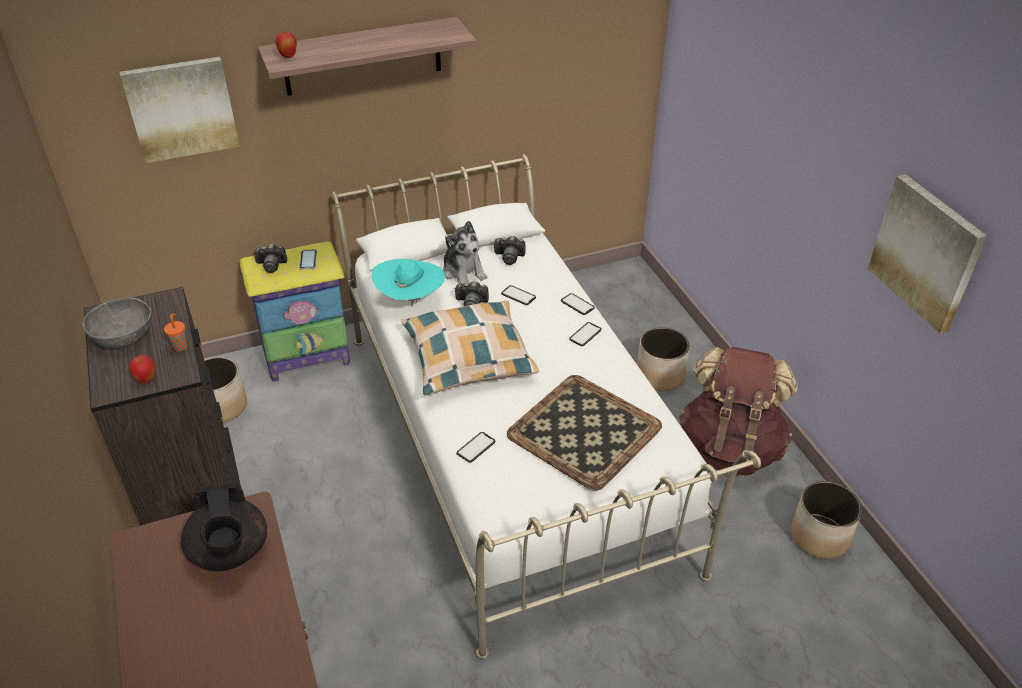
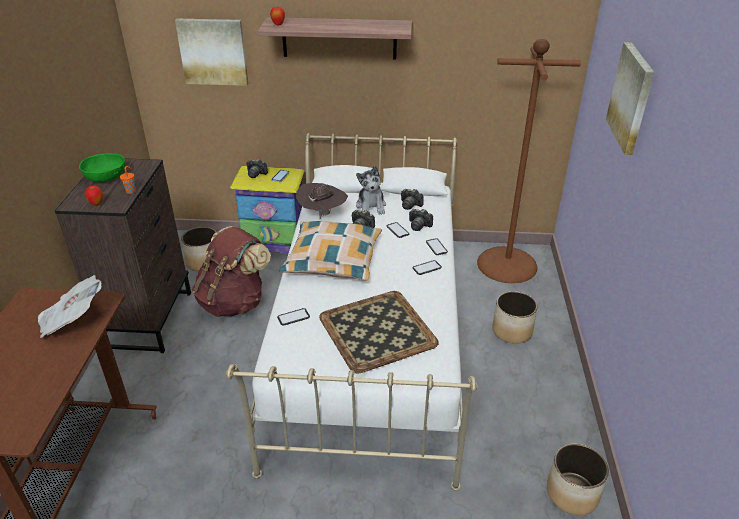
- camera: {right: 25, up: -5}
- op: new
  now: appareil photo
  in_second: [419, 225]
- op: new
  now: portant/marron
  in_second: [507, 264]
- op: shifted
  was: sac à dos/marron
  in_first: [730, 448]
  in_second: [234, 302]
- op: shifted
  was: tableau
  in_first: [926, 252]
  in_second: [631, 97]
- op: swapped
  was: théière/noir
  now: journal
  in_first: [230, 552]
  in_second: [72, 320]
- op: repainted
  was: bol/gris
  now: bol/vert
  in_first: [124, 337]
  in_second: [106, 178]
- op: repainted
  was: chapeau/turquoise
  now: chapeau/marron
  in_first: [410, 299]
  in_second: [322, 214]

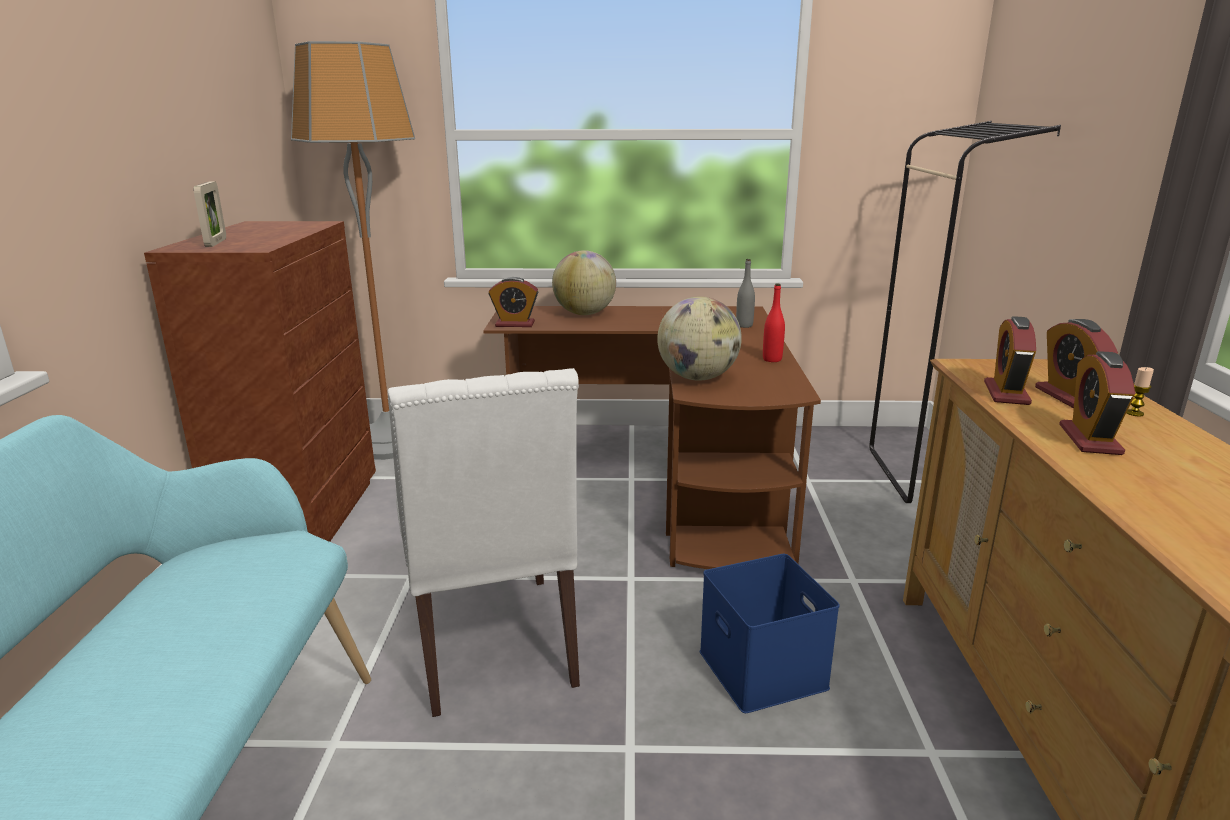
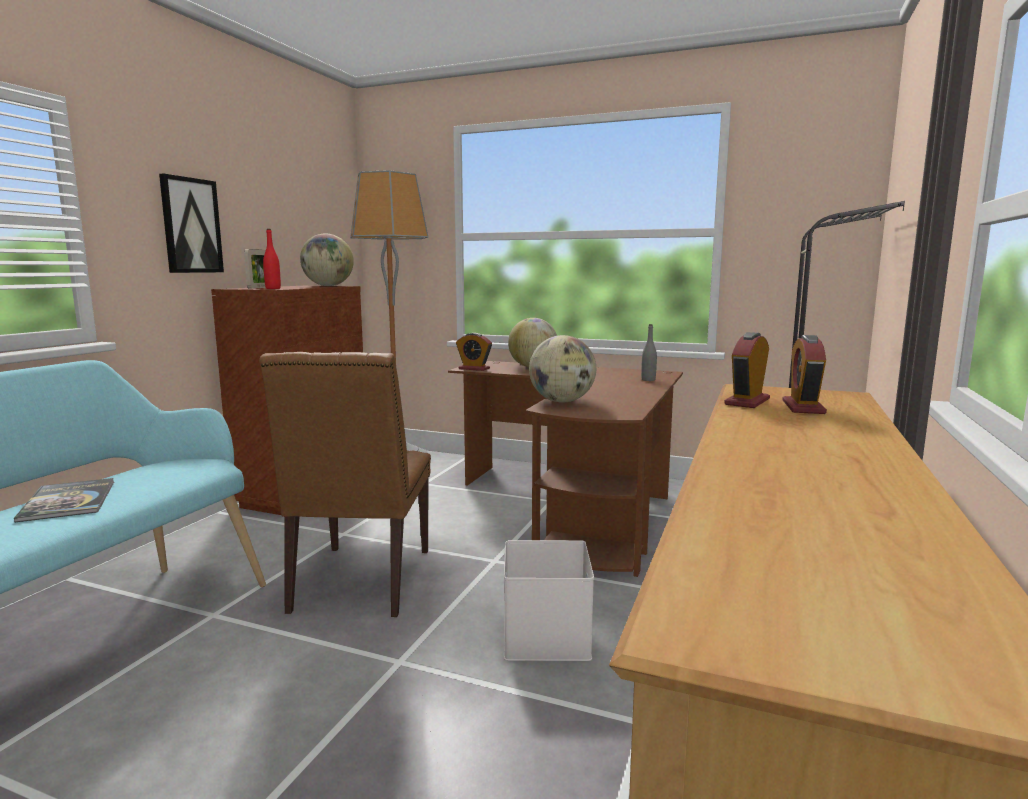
- camera: {right: 20, up: -10}
- op: gone
  was: réveil
  in_first: [1090, 440]
- op: gone
  was: bougie
  in_first: [1134, 413]
- op: new
  now: livre
  in_second: [68, 501]
- op: new
  now: tableau
  in_second: [191, 225]
- op: new
  now: globe
  in_second: [328, 286]
- op: shifted
  was: bouteille/rouge
  in_first: [772, 359]
  in_second: [273, 288]
- op: repainted
  was: chaise/blanc
  now: chaise/marron
  in_first: [492, 640]
  in_second: [362, 579]
- op: repainted
  was: boîte de rangement/bleu
  now: boîte de rangement/blanc
  in_first: [765, 670]
  in_second: [548, 637]

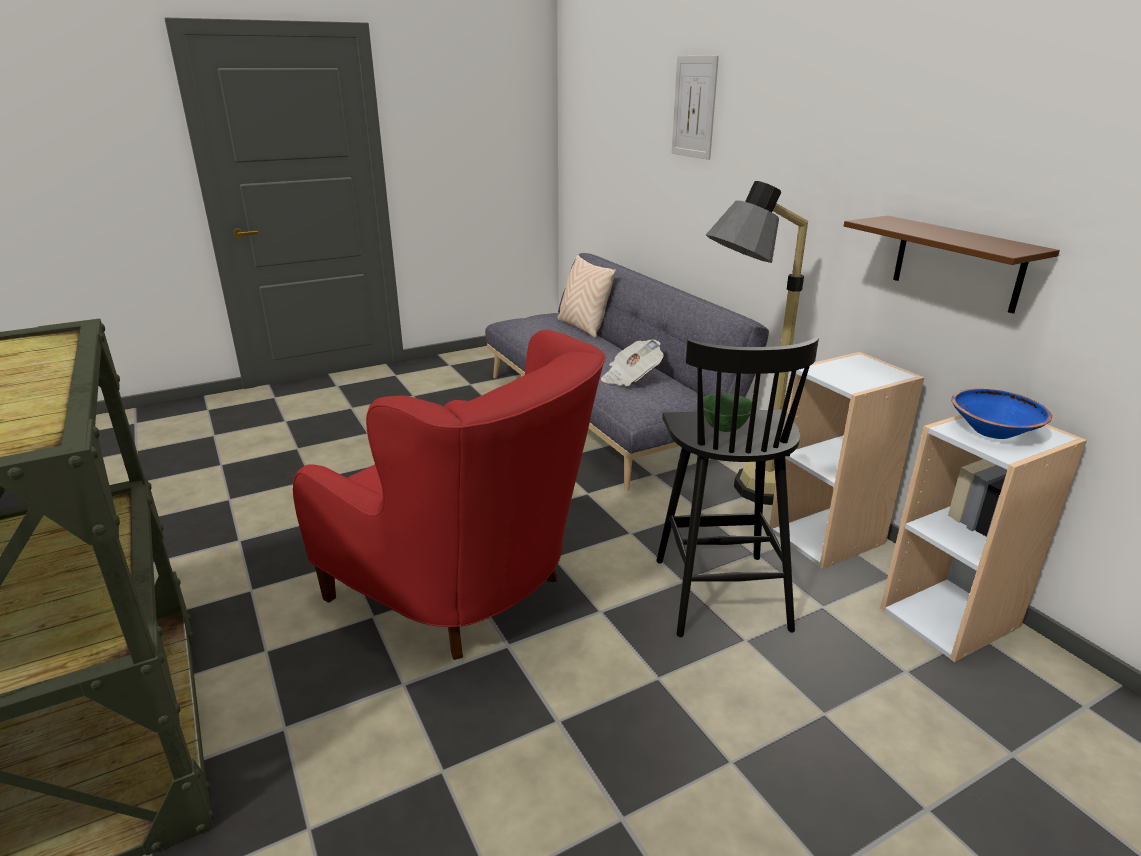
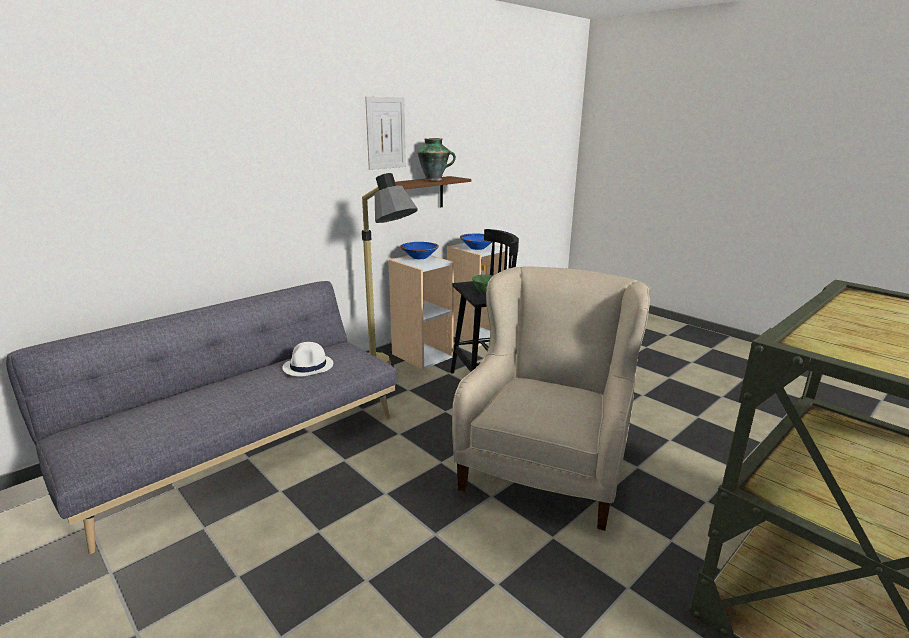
- camera: {right: -105, up: -5}
- op: gone
  was: coussin/beige
  in_first: [583, 327]
- op: new
  now: bol/bleu
  in_second: [419, 257]
- op: new
  now: vase
  in_second: [434, 179]
- op: shifted
  was: tableau
  in_first: [694, 107]
  in_second: [386, 133]
- op: swapped
  was: journal
  now: chapeau/blanc
  in_first: [630, 378]
  in_second: [308, 366]
- op: repainted
  was: fauteuil/rouge
  now: fauteuil/beige
  in_first: [466, 593]
  in_second: [546, 463]

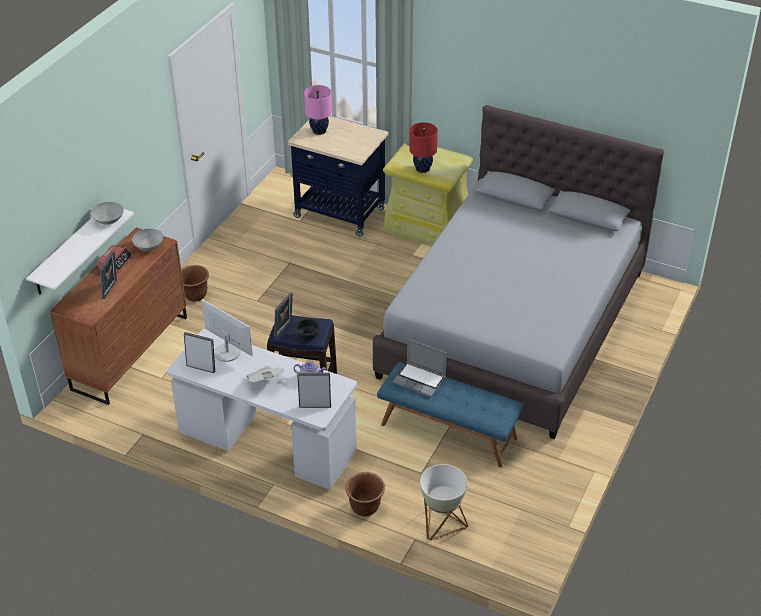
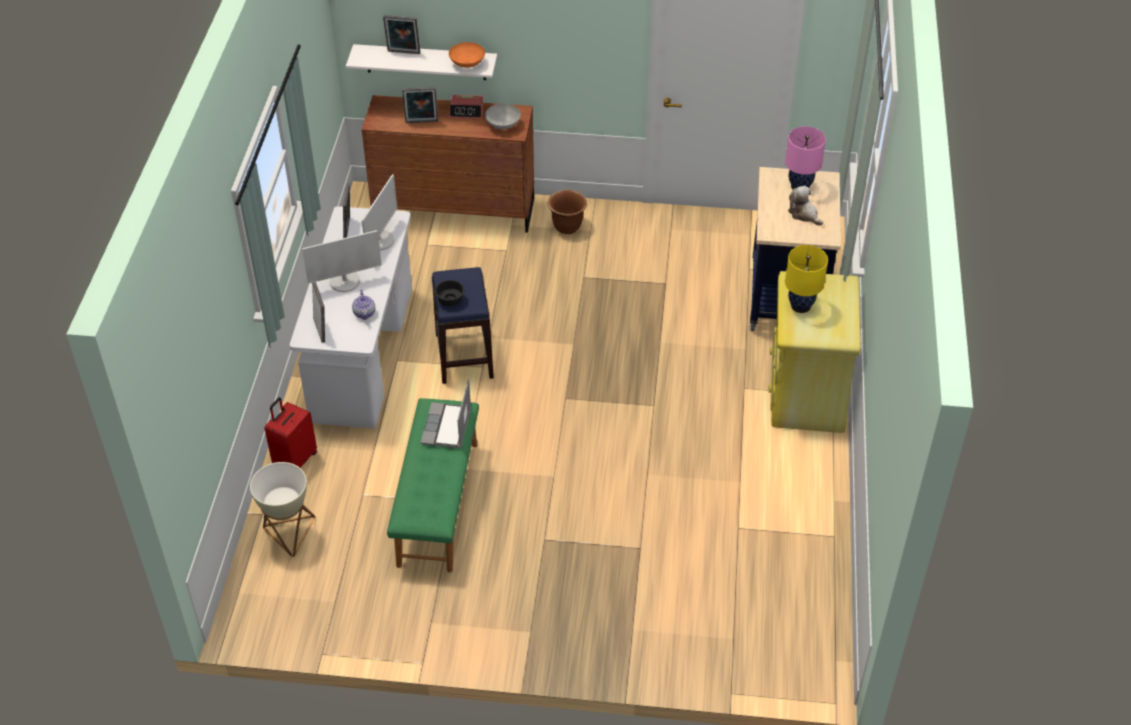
- camera: {right: 70, up: 5}
- op: gone
  was: lit/gris
  in_first: [514, 323]
- op: new
  now: peluche
  in_second: [804, 214]
- op: shifted
  was: cadre photo
  in_first: [284, 329]
  in_second: [403, 53]
- op: swapped
  was: journal
  now: écran d'ordinateur
  in_first: [265, 381]
  in_second: [345, 281]
- op: swapped
  was: cache-pot/marron
  now: valise/rouge
  in_first: [365, 507]
  in_second: [295, 460]
- op: repainted
  was: bol/gris
  now: bol/orange
  in_first: [109, 221]
  in_second: [467, 64]
- op: repainted
  was: banc/bleu
  now: banc/vert
  in_first: [449, 431]
  in_second: [439, 503]
- op: repainted
  was: lampe de table/rouge
  now: lampe de table/jaune
  in_first: [422, 168]
  in_second: [800, 306]

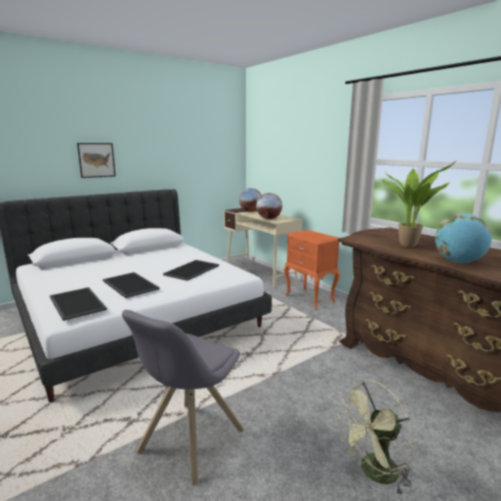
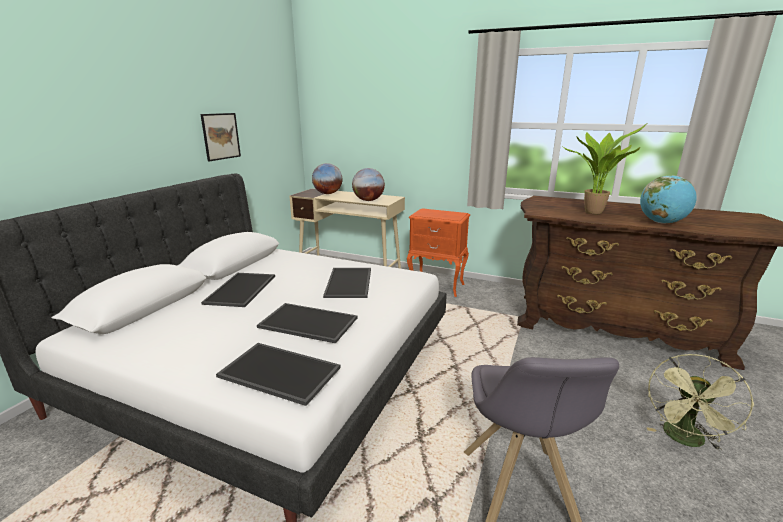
- camera: {right: -30, up: 5}
- op: new
  now: plateau
  in_second: [242, 290]
- op: shifted
  was: tableau
  in_first: [96, 160]
  in_second: [221, 136]

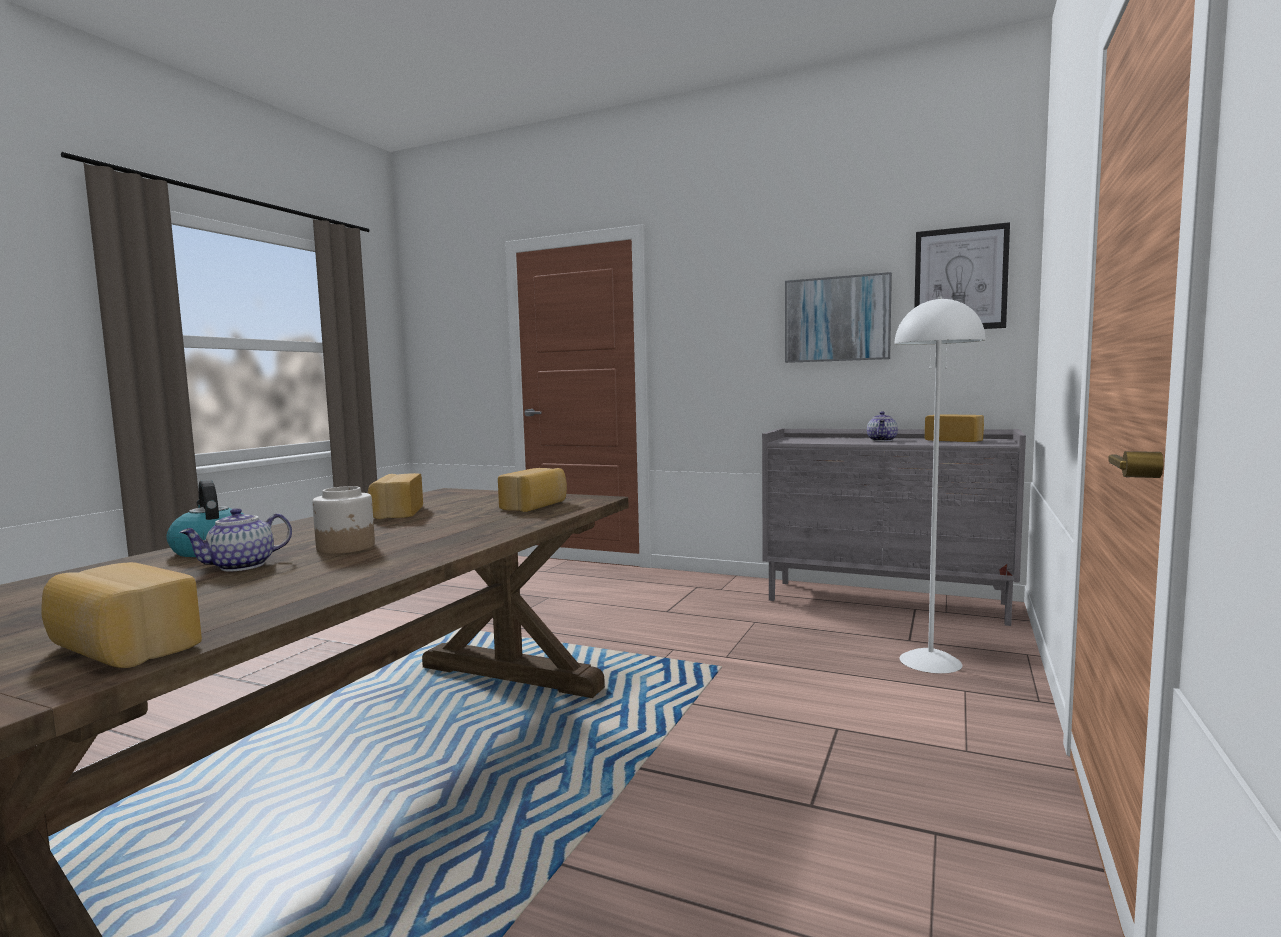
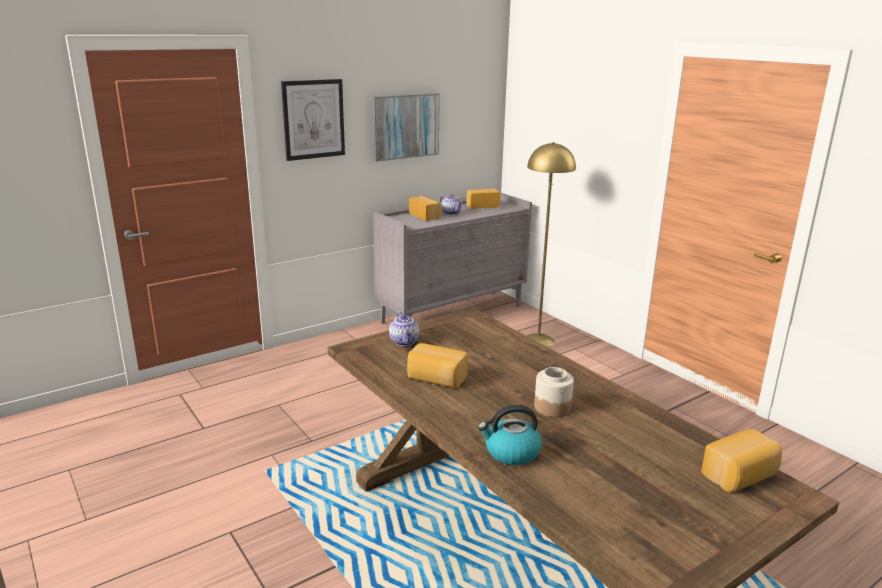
- camera: {right: -60, up: 15}
- op: shifted
  was: théière
  in_first: [241, 566]
  in_second: [405, 342]
- op: shifted
  was: pain
  in_first: [535, 506]
  in_second: [425, 216]
- op: shifted
  was: tableau
  in_first: [960, 279]
  in_second: [313, 119]
- op: repainted
  was: lampadaire/blanc
  now: lampadaire/jaune
  in_first: [930, 661]
  in_second: [538, 341]

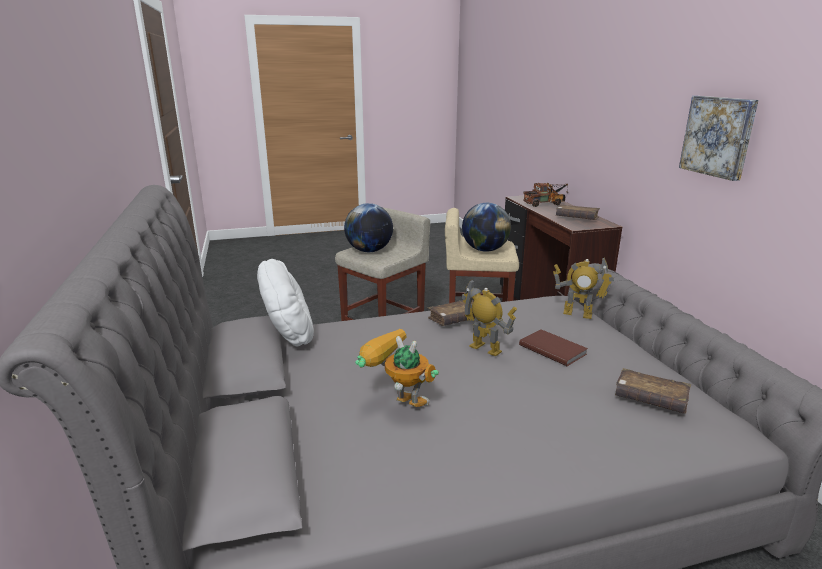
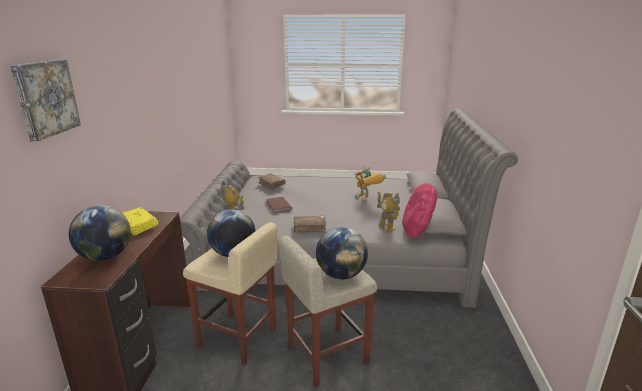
- camera: {right: -160, up: 0}
- op: shifted
  was: robot jouet
  in_first: [485, 349]
  in_second: [386, 227]
- op: shifted
  was: tableau
  in_first: [719, 136]
  in_second: [45, 98]
- op: swapped
  was: camion jouet
  now: globe
  in_first: [546, 204]
  in_second: [105, 257]
- op: repainted
  was: coussin/blanc
  now: coussin/rose
  in_first: [289, 339]
  in_second: [417, 232]
- op: repainted
  was: livre/marron
  now: livre/jaune
  in_first: [576, 218]
  in_second: [139, 225]

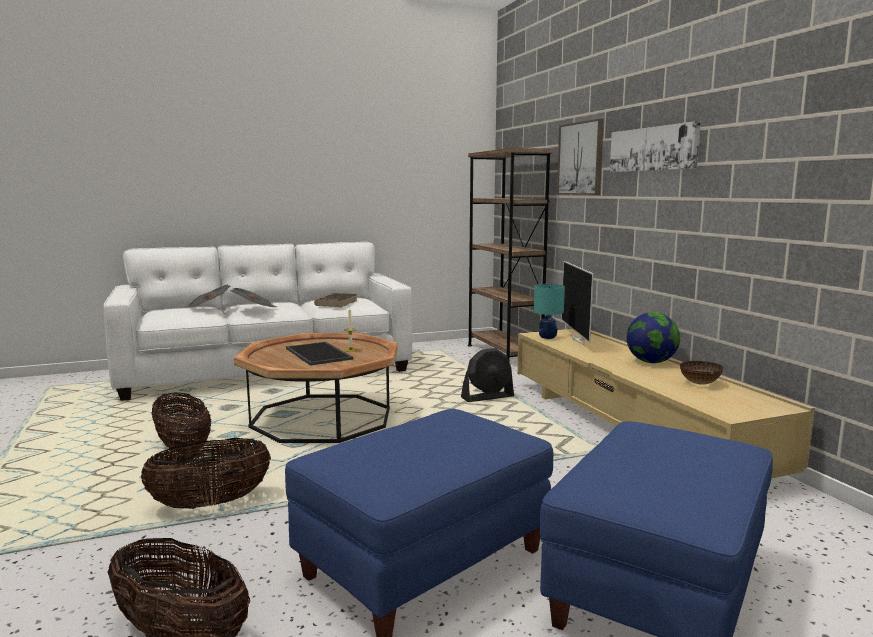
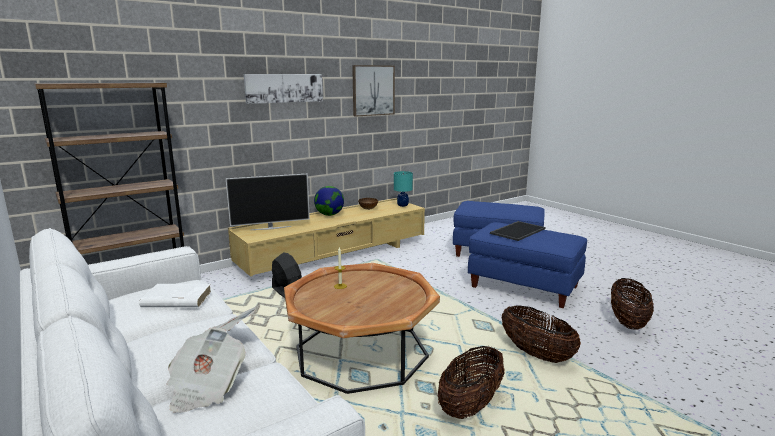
- camera: {right: -105, up: 5}
- op: shifted
  was: plateau
  in_first: [320, 354]
  in_second: [517, 231]
- op: shifted
  was: lampe de table/turquoise
  in_first: [546, 337]
  in_second: [402, 206]
- op: shifted
  was: tableau
  in_first: [581, 158]
  in_second: [373, 90]
- op: repainted
  was: livre/marron
  now: livre/blanc
  in_first: [336, 303]
  in_second: [176, 299]

